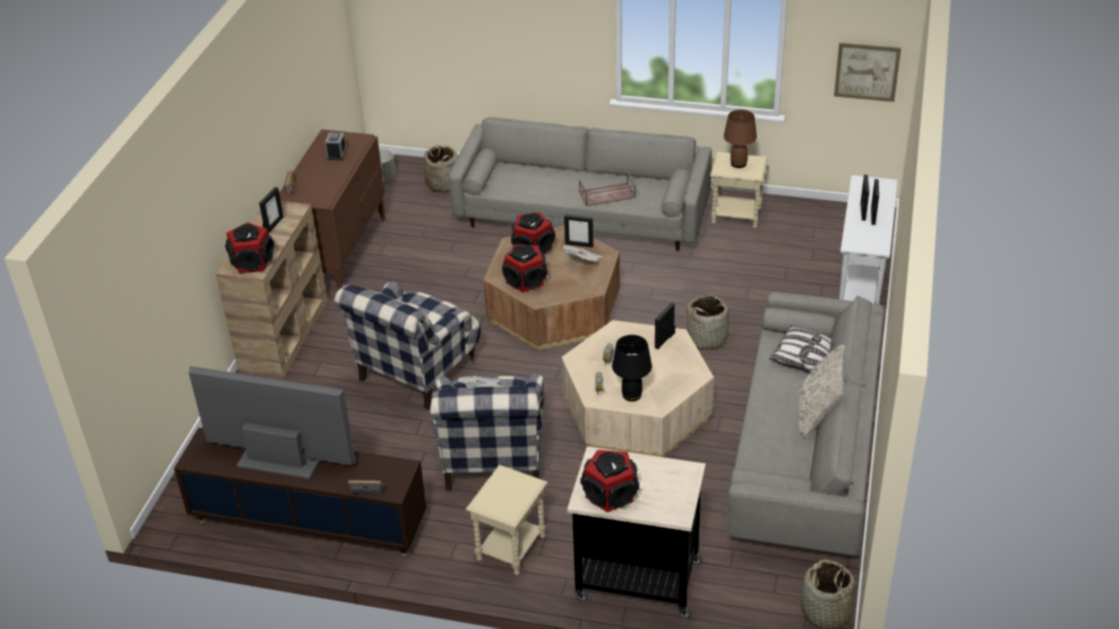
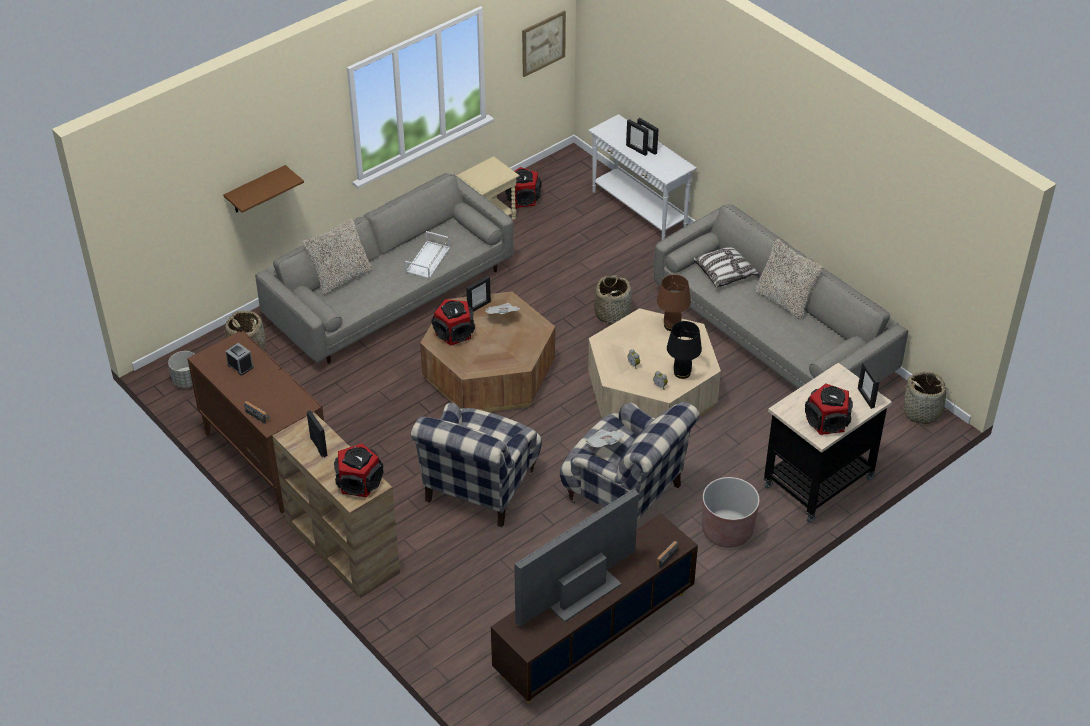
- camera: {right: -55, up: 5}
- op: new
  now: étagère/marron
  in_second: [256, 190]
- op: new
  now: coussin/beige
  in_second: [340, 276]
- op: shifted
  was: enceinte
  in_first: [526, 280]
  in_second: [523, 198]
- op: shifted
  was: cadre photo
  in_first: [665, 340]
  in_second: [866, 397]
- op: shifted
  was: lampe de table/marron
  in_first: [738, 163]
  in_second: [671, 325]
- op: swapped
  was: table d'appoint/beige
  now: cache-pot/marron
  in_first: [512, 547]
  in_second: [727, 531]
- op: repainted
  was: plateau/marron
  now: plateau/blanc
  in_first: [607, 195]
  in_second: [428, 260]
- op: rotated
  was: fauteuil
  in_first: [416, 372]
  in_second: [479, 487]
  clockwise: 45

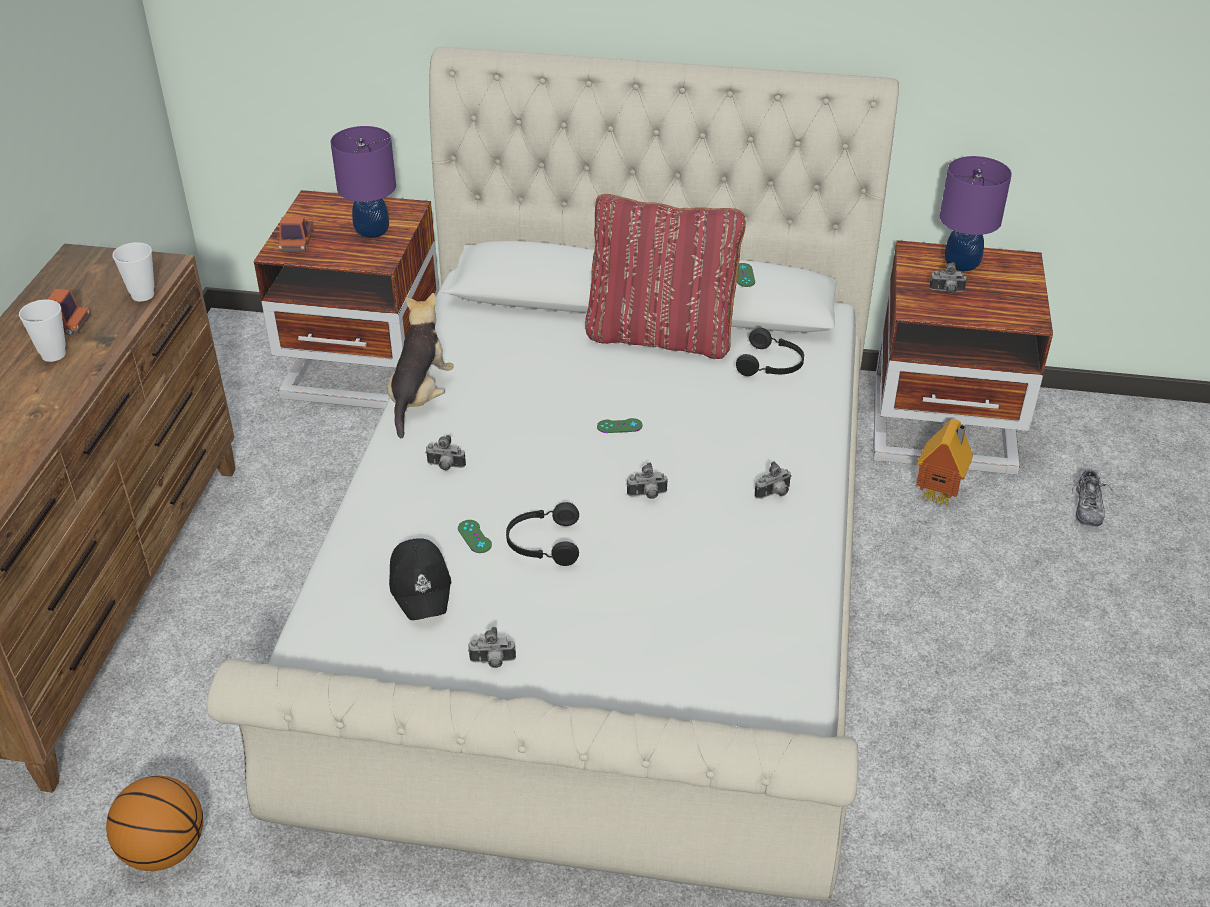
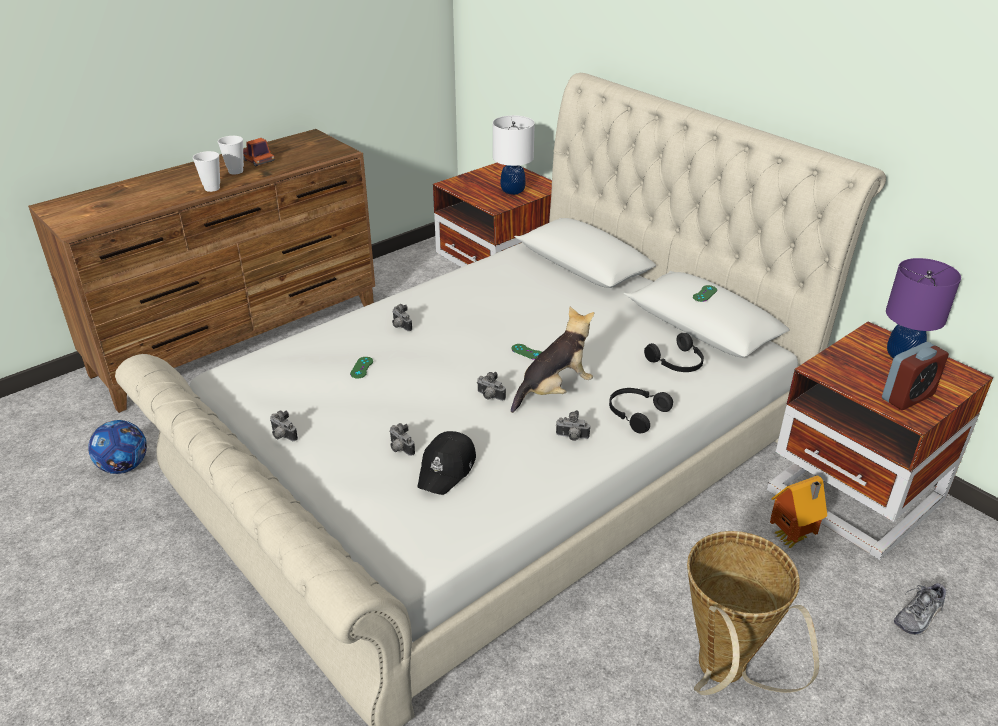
- camera: {right: 40, up: -5}
- op: gone
  was: camion jouet
  in_first: [297, 242]
- op: gone
  was: coussin/rouge
  in_first: [661, 335]
- op: new
  now: panier
  in_second: [724, 676]
- op: new
  now: réveil
  in_second: [907, 397]
- op: shifted
  was: tasse
  in_first: [143, 295]
  in_second: [212, 188]
- op: shifted
  was: peluche
  in_first: [420, 397]
  in_second: [554, 390]
- op: shifted
  was: casquette/noir
  in_first: [421, 586]
  in_second: [447, 469]
- op: shifted
  was: casque audio/noir
  in_first: [543, 543]
  in_second: [635, 413]
- op: shifted
  was: appareil photo
  in_first: [946, 291]
  in_second: [400, 449]
- op: swapped
  was: ballon de basket
  now: ballon de foot
  in_first: [164, 849]
  in_second: [124, 467]
- op: repainted
  was: lampe de table/violet
  now: lampe de table/blanc
  in_first: [372, 231]
  in_second: [513, 191]

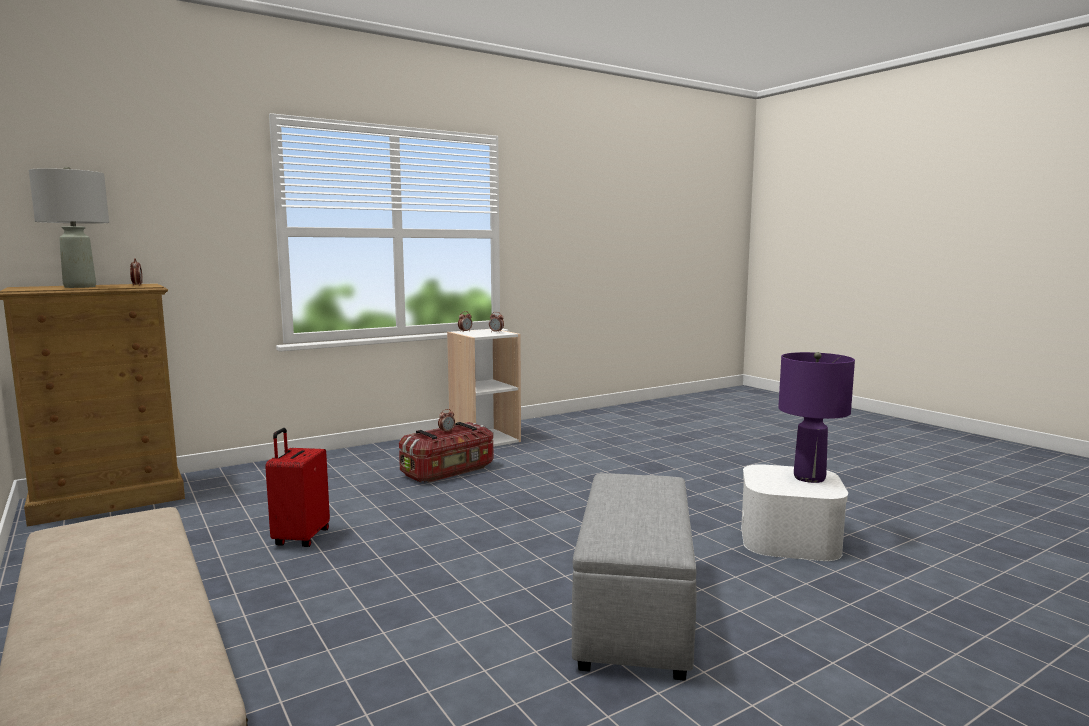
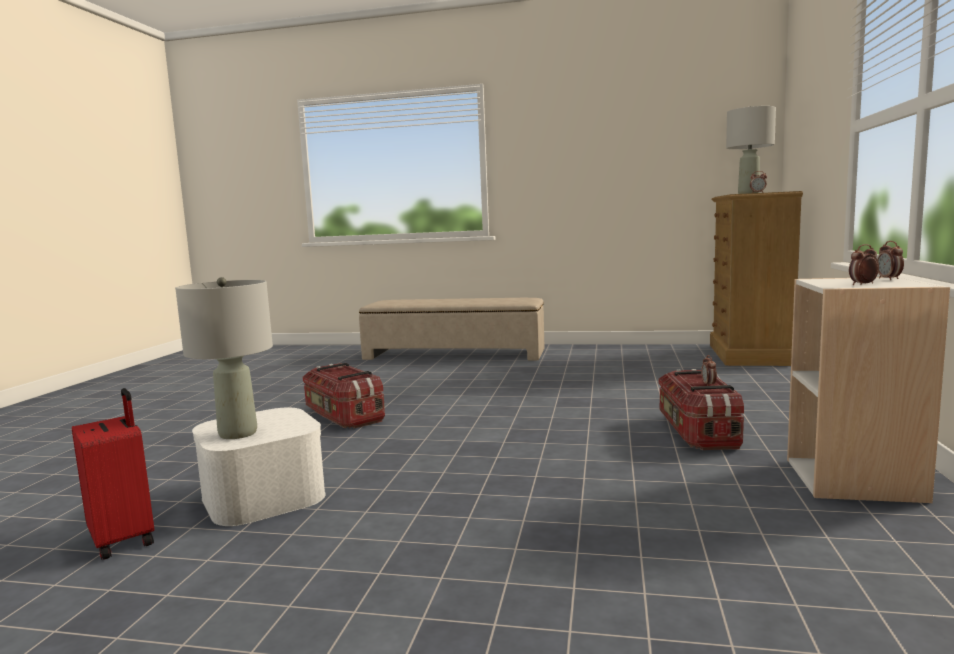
- camera: {right: 135, up: 0}
- op: shifted
  was: valise/rouge
  in_first: [300, 538]
  in_second: [124, 539]
- op: swapped
  was: pouf/gris
  now: boîte de rangement
  in_first: [634, 610]
  in_second: [343, 416]
- op: repainted
  was: lampe de table/violet
  now: lampe de table/gris
  in_first: [809, 478]
  in_second: [238, 433]

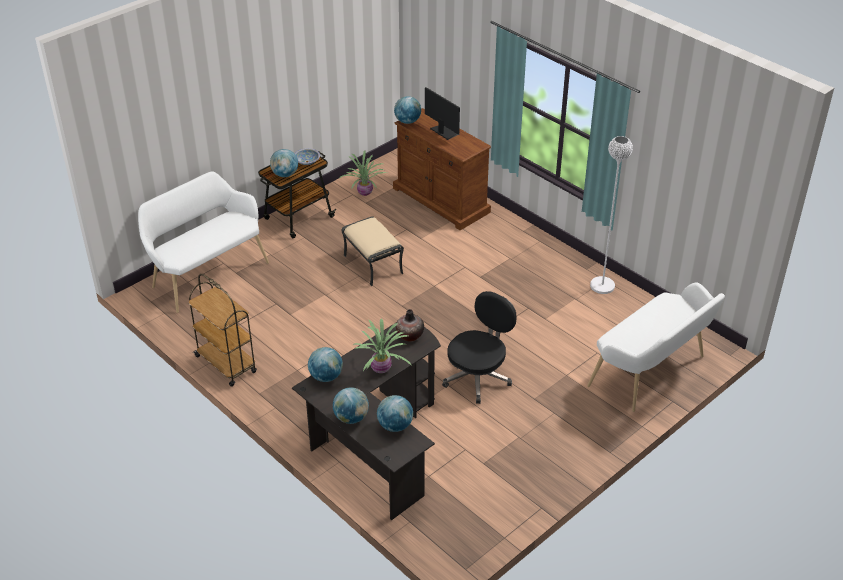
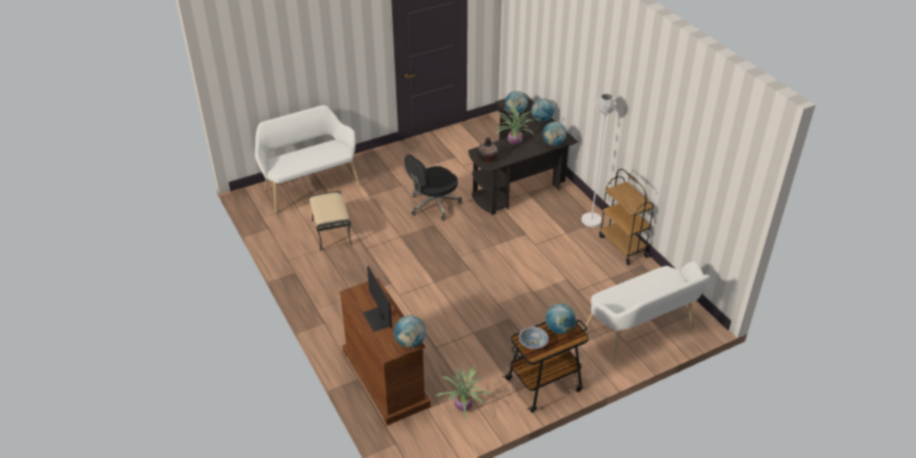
- camera: {right: -165, up: 0}
- op: shifted
  was: pouf/beige
  in_first: [373, 264]
  in_second: [331, 232]
- op: shifted
  was: lampadaire/blanc
  in_first: [602, 286]
  in_second: [591, 220]

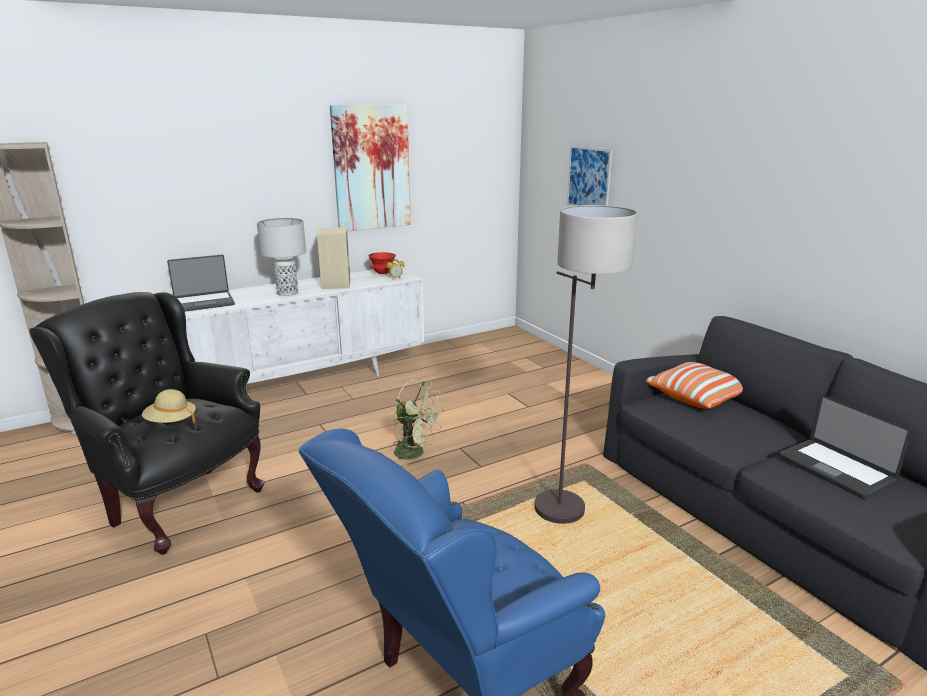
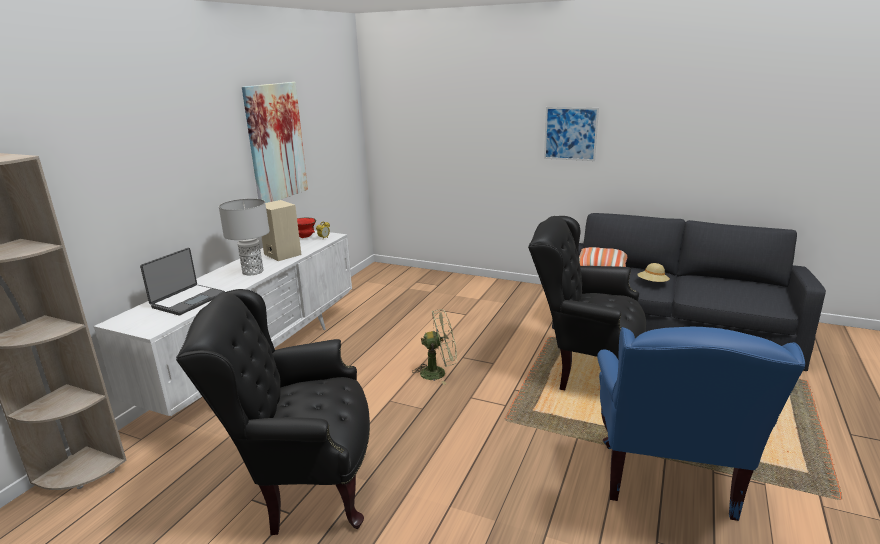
- camera: {right: -35, up: 0}
- op: gone
  was: ordinateur portable
  in_first: [835, 469]
- op: shifted
  was: chapeau/beige
  in_first: [171, 422]
  in_second: [652, 283]
- op: shifted
  was: tableau
  in_first: [588, 178]
  in_second: [570, 133]
- op: swapped
  was: lampadaire/gris
  now: fauteuil/noir
  in_first: [569, 517]
  in_second: [584, 371]

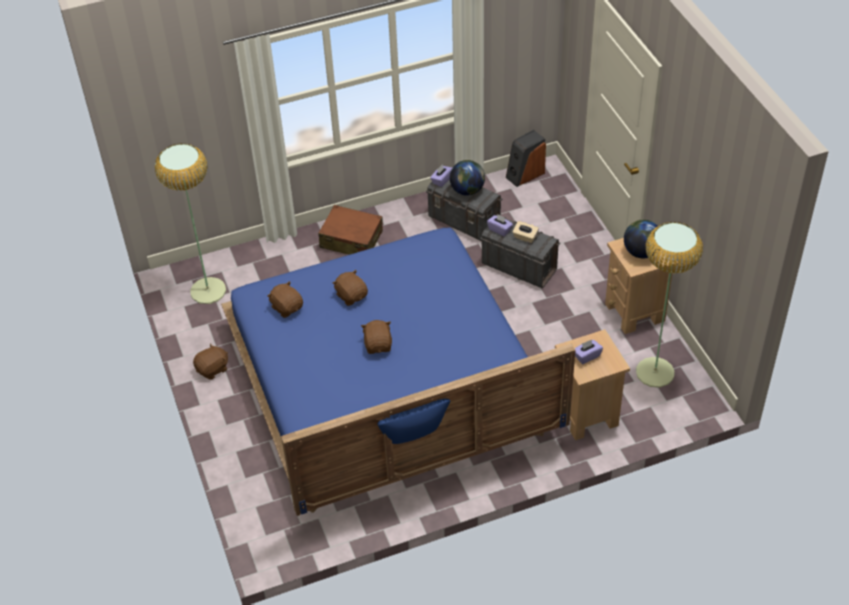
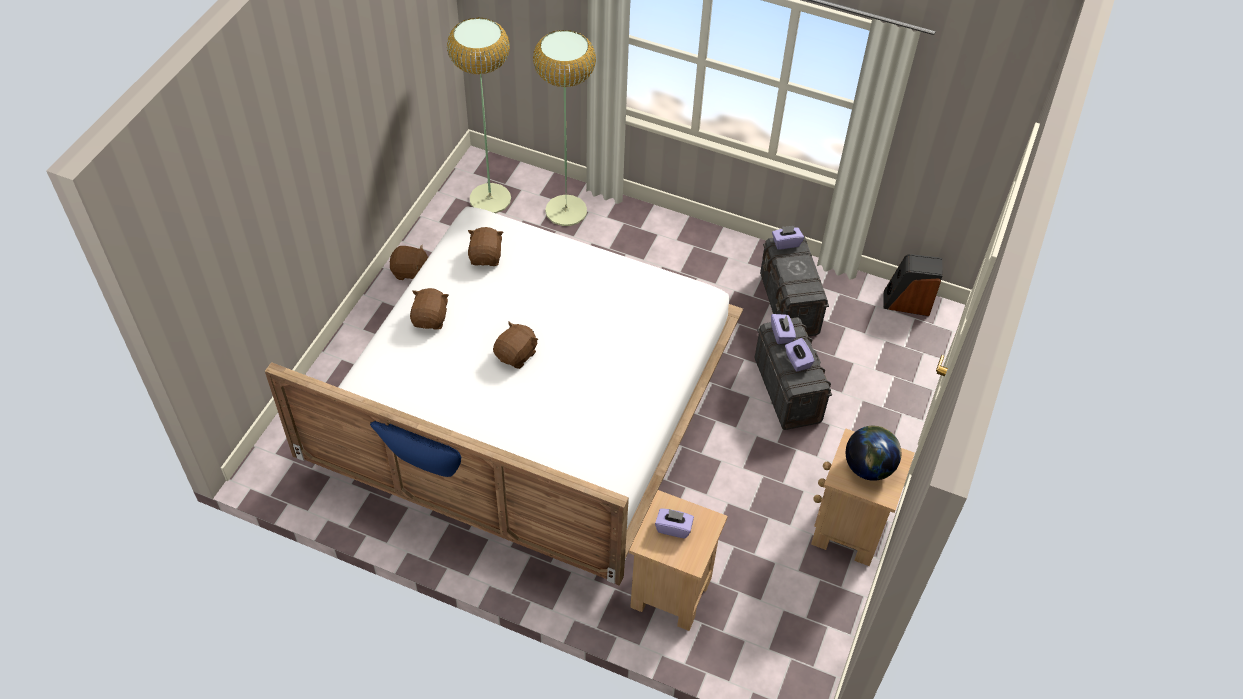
- camera: {right: 40, up: 5}
- op: gone
  was: valise/marron
  in_first: [351, 239]
- op: gone
  was: globe
  in_first: [467, 190]
- op: shifted
  was: peluche/marron
  in_first: [351, 296]
  in_second: [430, 319]
- op: shifted
  was: lampadaire
  in_first: [655, 372]
  in_second: [566, 211]
- op: repainted
  was: lit/bleu
  now: lit/blanc
  in_first: [387, 383]
  in_second: [531, 403]
- op: repainted
  was: boîte à mouchoirs/beige
  now: boîte à mouchoirs/violet
  in_first: [525, 237]
  in_second: [797, 361]

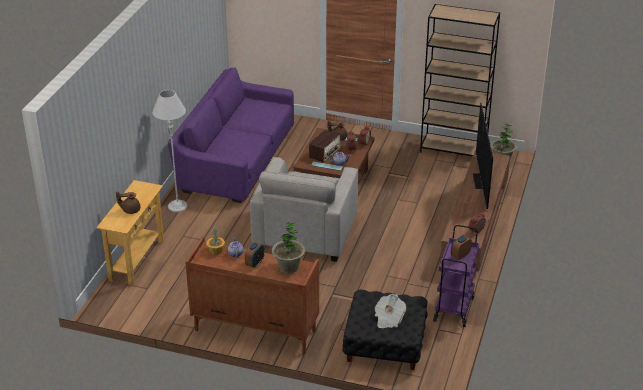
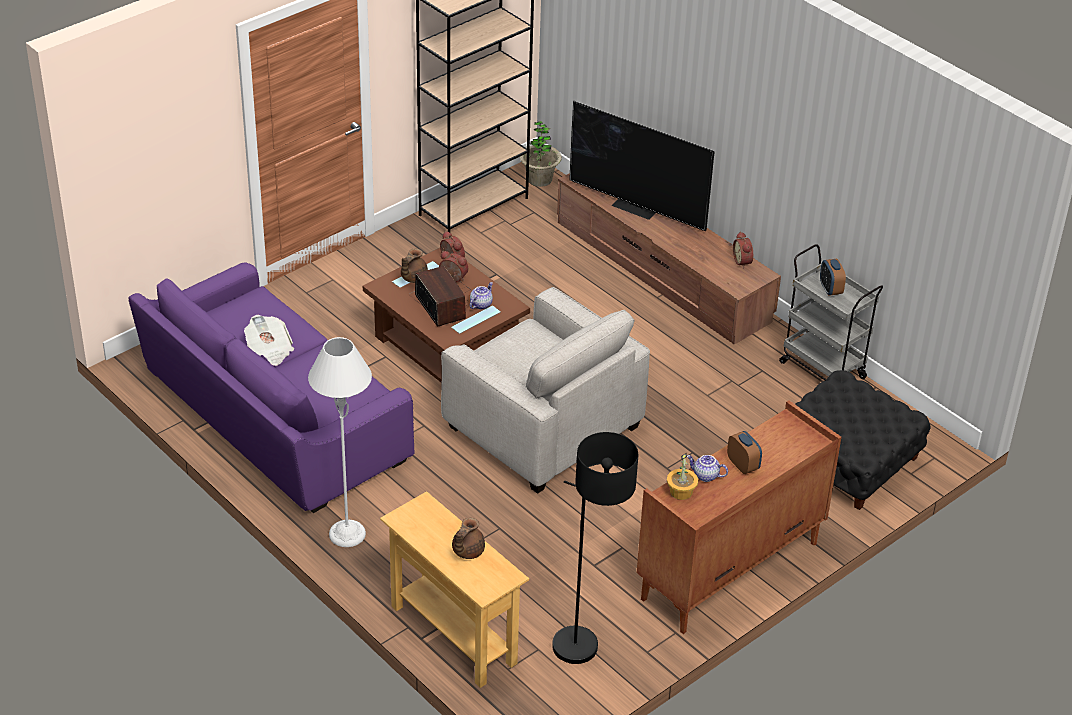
- camera: {right: -60, up: 5}
- op: gone
  was: plante en pot
  in_first: [288, 267]
- op: new
  now: lampadaire/noir
  in_second: [587, 651]
- op: shifted
  was: journal
  in_first: [388, 318]
  in_second: [270, 350]
- op: repainted
  was: chariot/violet
  now: chariot/gris
  in_first: [454, 309]
  in_second: [823, 370]

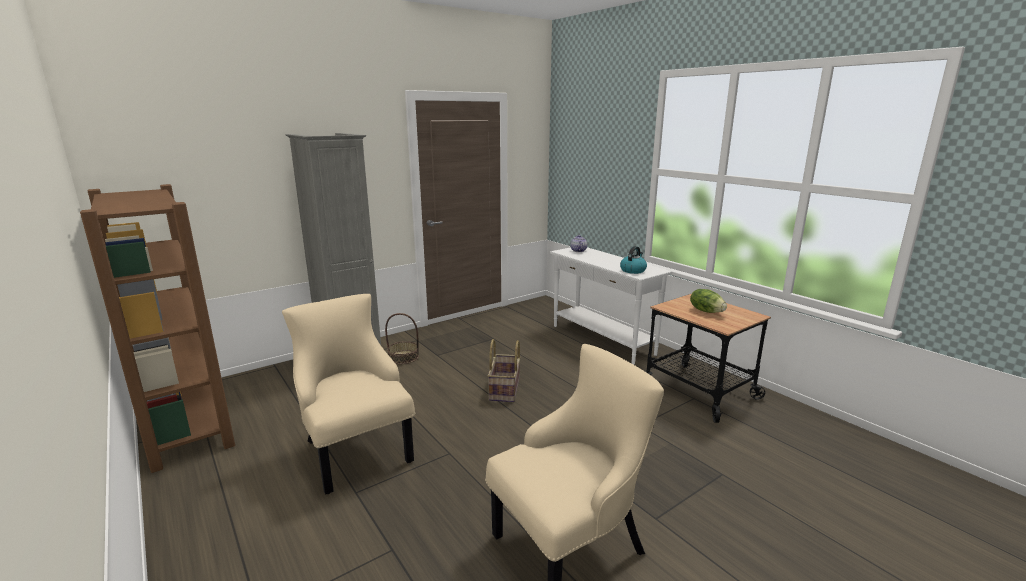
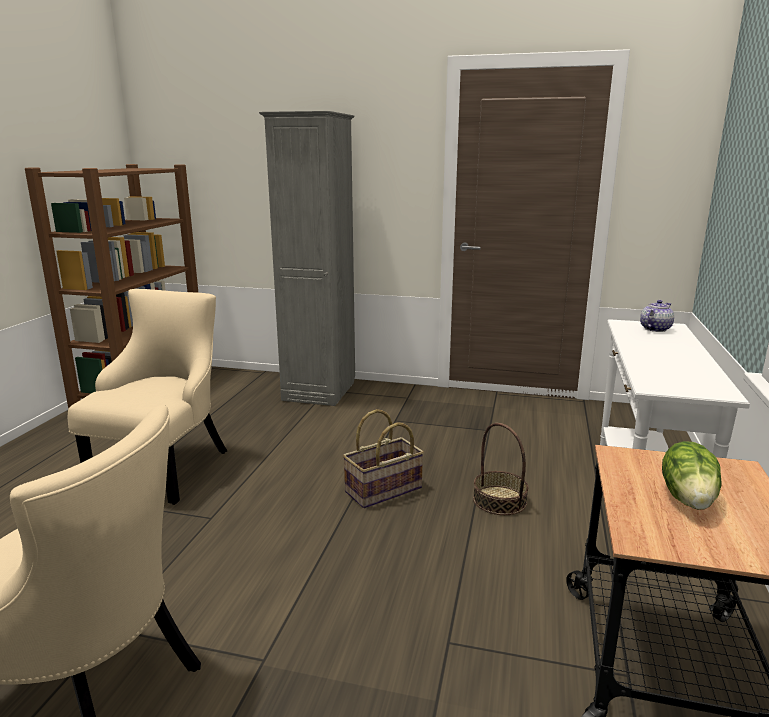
- camera: {right: 50, up: 0}
- op: gone
  was: bouilloire
  in_first: [633, 270]
- op: shifted
  was: panier
  in_first: [403, 357]
  in_second: [500, 500]

